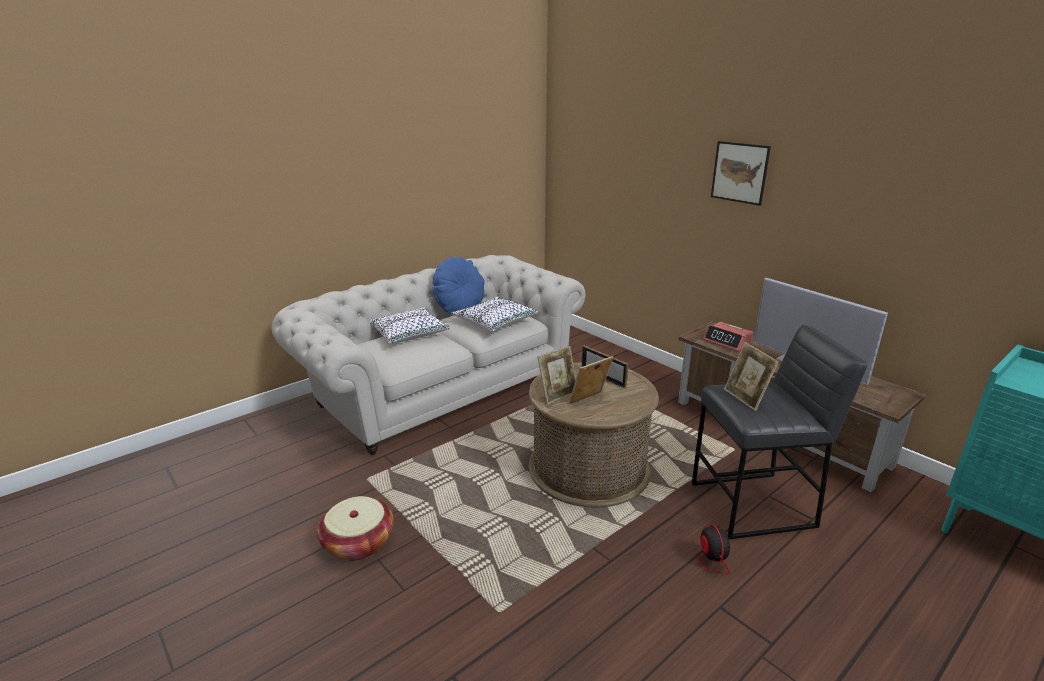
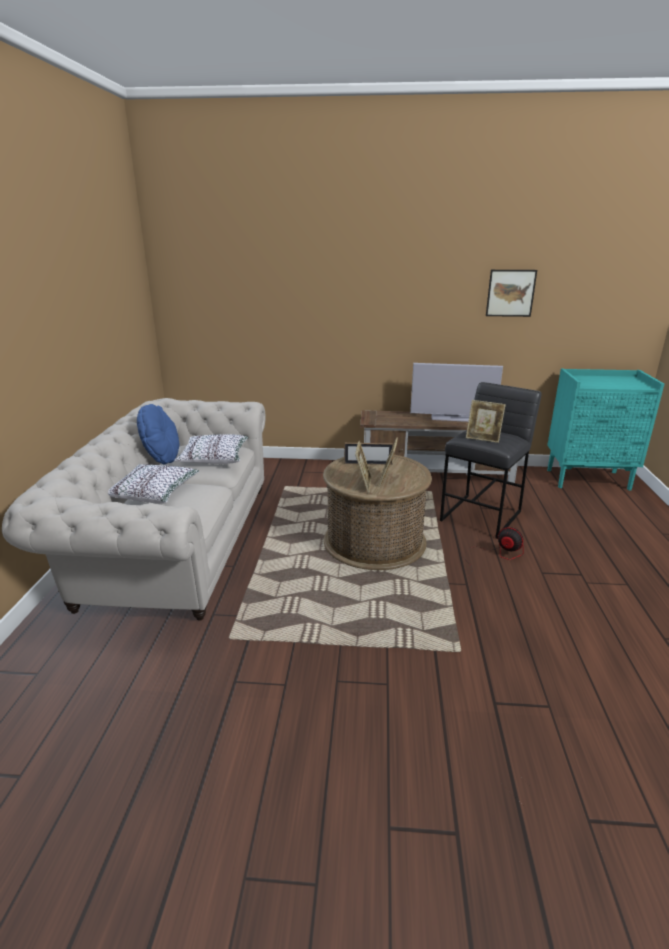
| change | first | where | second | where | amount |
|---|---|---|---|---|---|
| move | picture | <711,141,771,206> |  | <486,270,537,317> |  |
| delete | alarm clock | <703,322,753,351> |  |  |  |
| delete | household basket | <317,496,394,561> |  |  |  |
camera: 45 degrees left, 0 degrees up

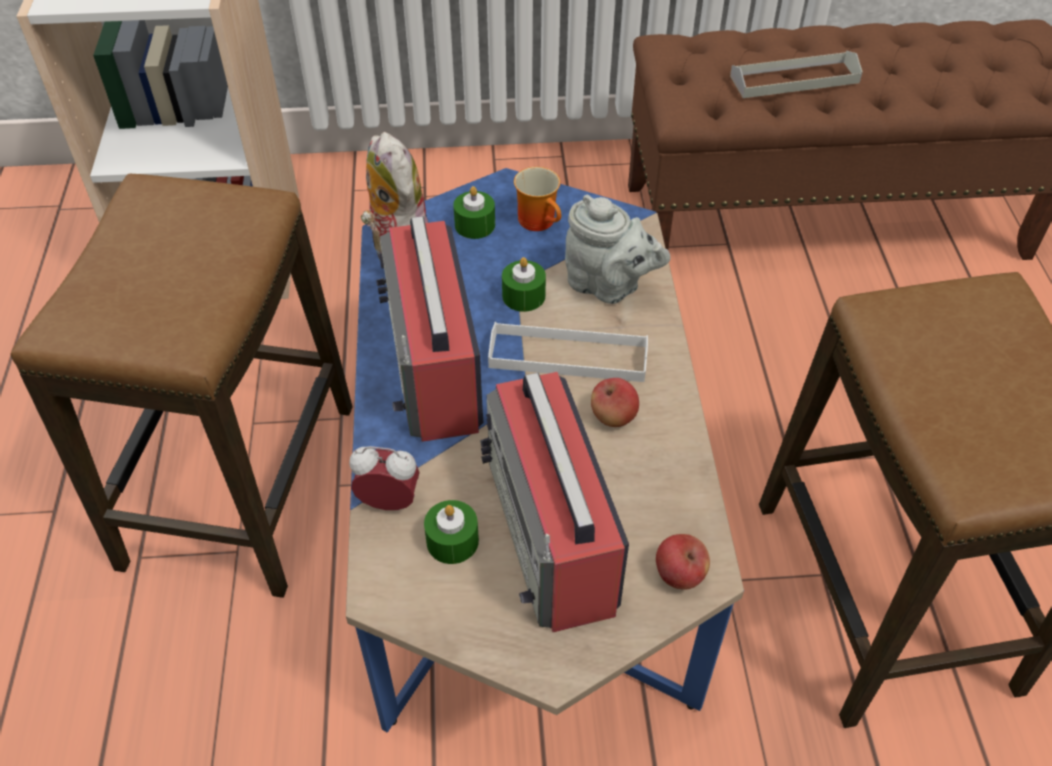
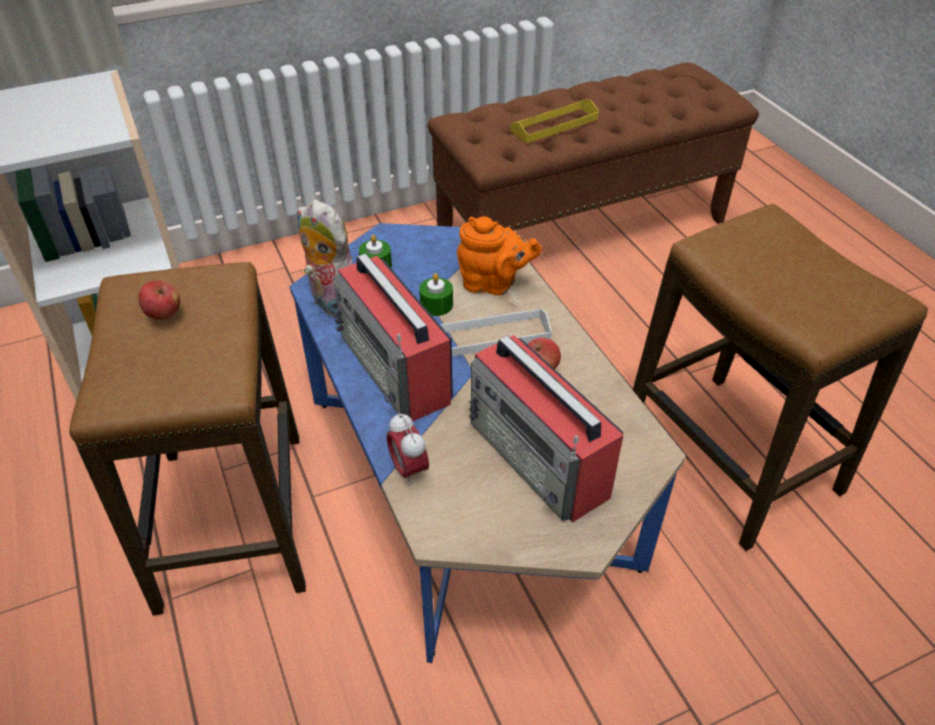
| change | first | where | second | where | amount |
|---|---|---|---|---|---|
| recolor | greyish tray | <730,51,862,98> | yellowish tray | <511,100,599,143> |  |
| delete | tea mug | <514,167,561,231> |  |  |  |
| recolor | greyish tea pot | <565,194,671,304> | orange tea pot | <457,216,542,295> |  |
| rotate | alarm clock | <349,446,420,510> |  | <387,413,429,486> | 105 degrees counterclockwise |
| delete | green-coloured wax light | <424,500,479,564> |  |  |  |
| move | apple fruit | <656,534,710,590> |  | <138,281,180,320> |  |
camera: 20 degrees left, 5 degrees down

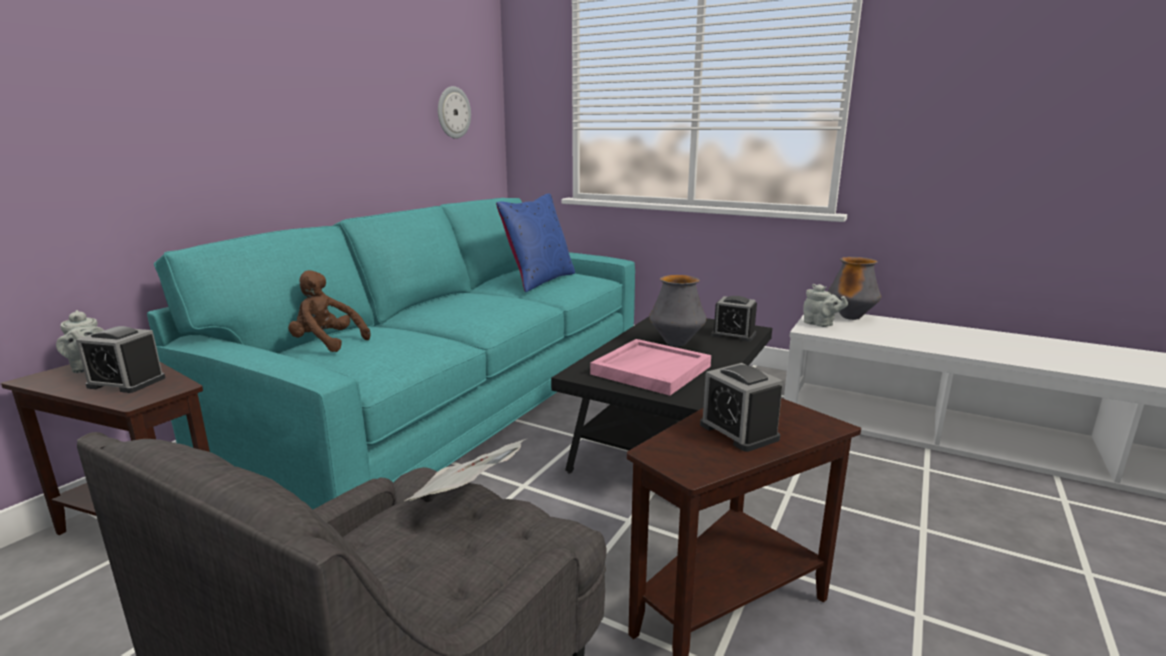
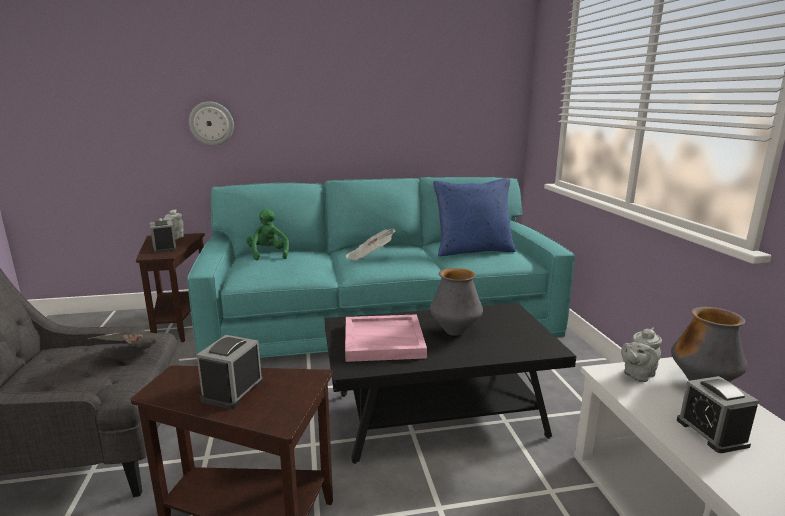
| change | first | where | second | where | amount |
|---|---|---|---|---|---|
| move | hanging clock | <438,86,471,139> |  | <189,101,234,146> |  |
| recolor | brown-coloured plush toy | <288,270,370,352> | green-coloured plush toy | <246,209,289,261> |  |
| rotate | greyish tea pot | <803,284,848,327> |  | <621,328,662,382> | 45 degrees clockwise |
| move | alarm clock | <711,296,757,342> |  | <677,376,759,453> |  |
| insert |  |  | newspaper | <345,229,396,261> |  |
camera: 50 degrees right, 0 degrees up

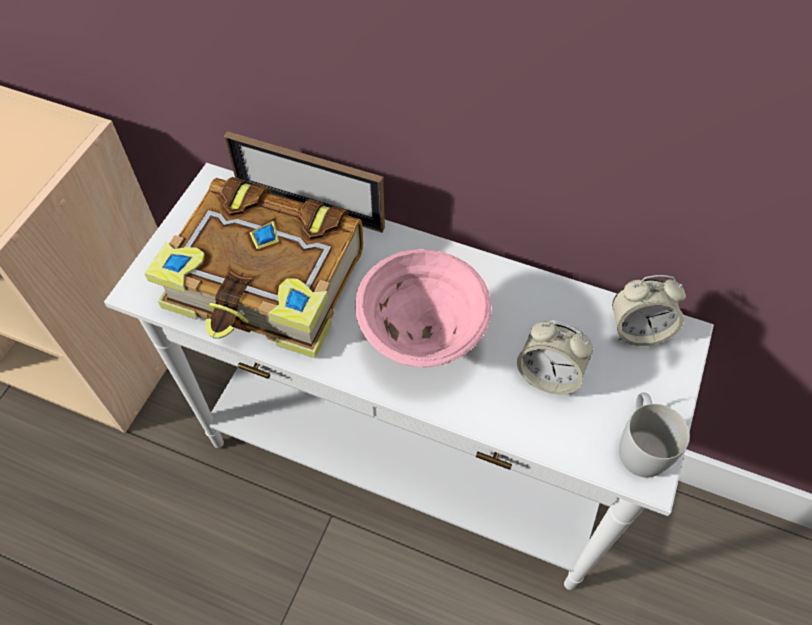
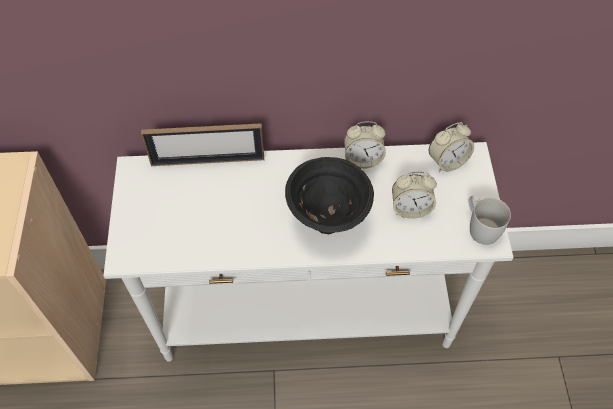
| change | first | where | second | where | amount |
|---|---|---|---|---|---|
| delete | book | <144,177,363,359> |  |  |  |
| recolor | pink-coloured serving bowl | <355,249,491,367> | blackish serving bowl | <285,157,374,234> |  |
| insert |  |  | alarm clock | <344,121,386,169> |  |
camera: 25 degrees left, 0 degrees up

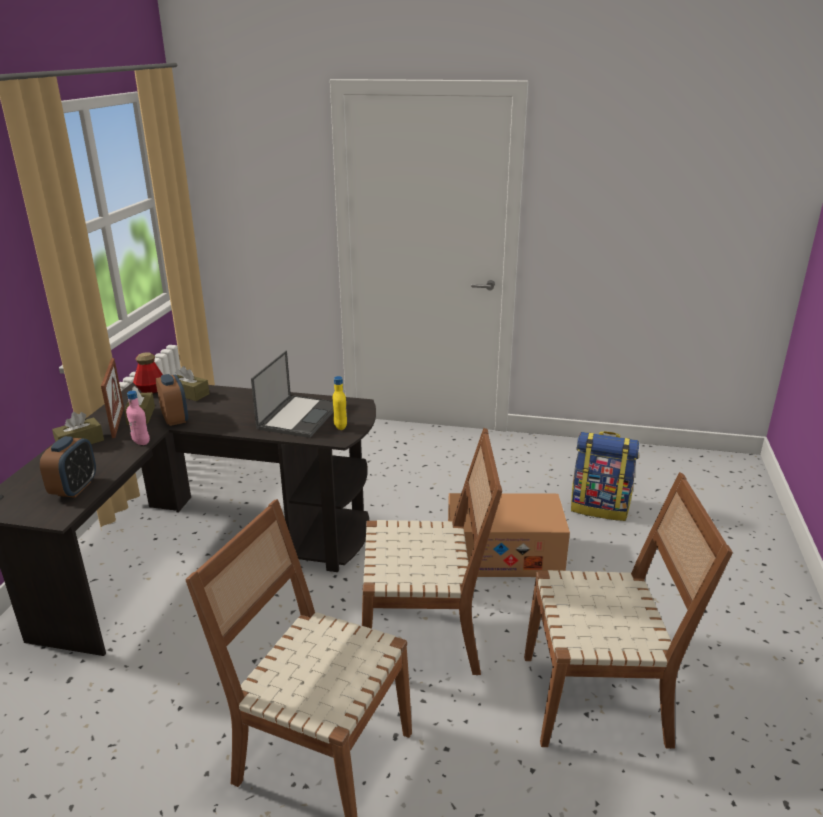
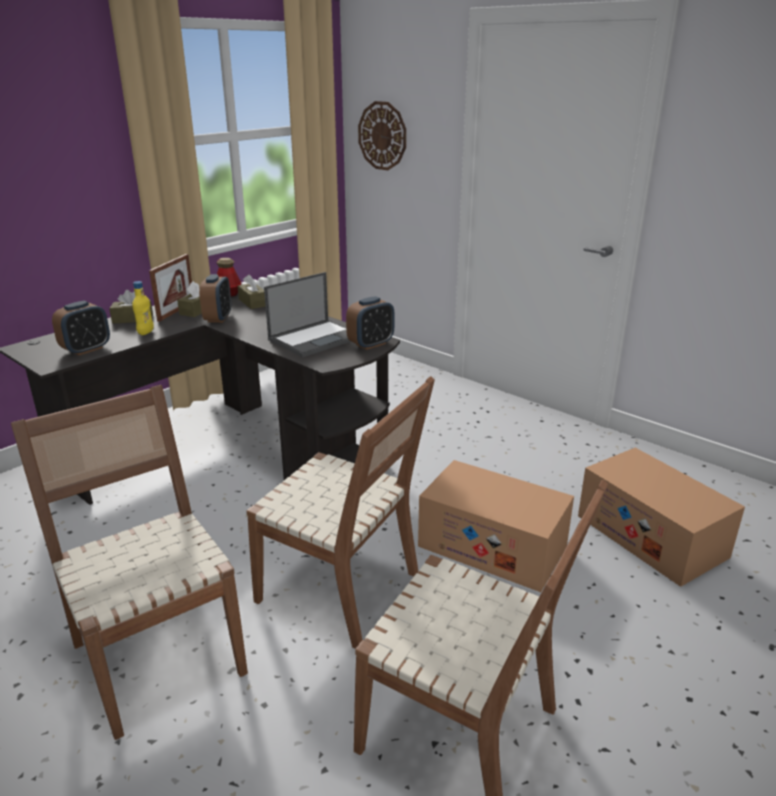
| change | first | where | second | where | amount |
|---|---|---|---|---|---|
| move | yellowish drink bottle | <333,376,347,430> |  | <132,281,154,335> |  |
| delete | pink-coloured drink bottle | <126,390,150,445> |  |  |  |
| replace | rucksack | <571,431,639,521> | packing box | <578,448,745,587> |  |
| insert |  |  | hanging clock | <358,101,406,170> |  |
| insert |  |  | alarm clock | <346,296,394,350> |  |
camera: 30 degrees right, 0 degrees up

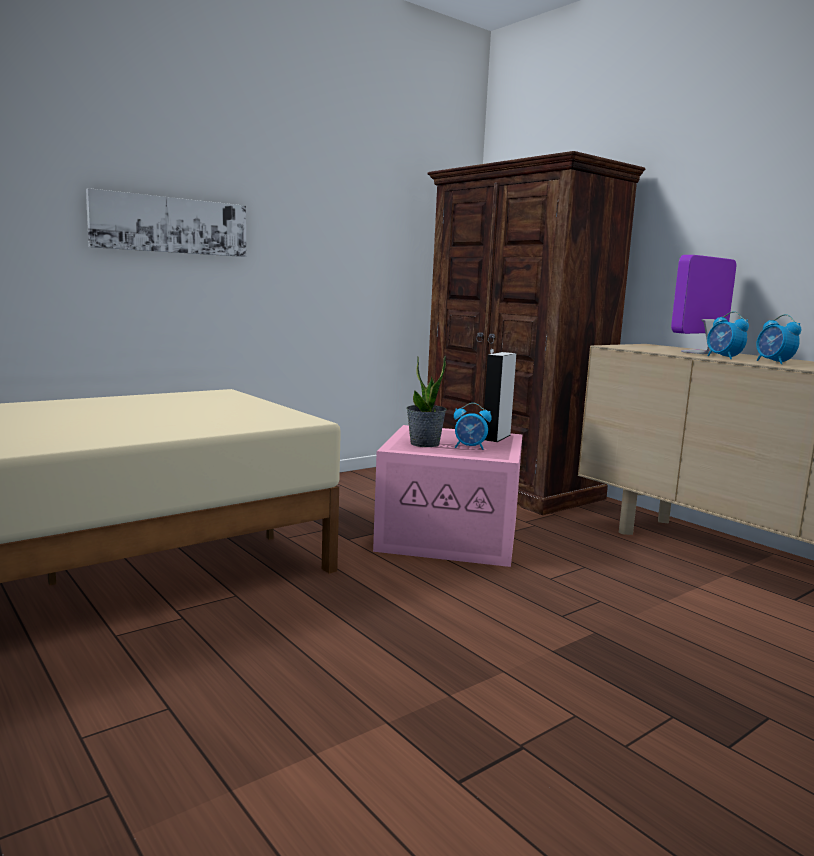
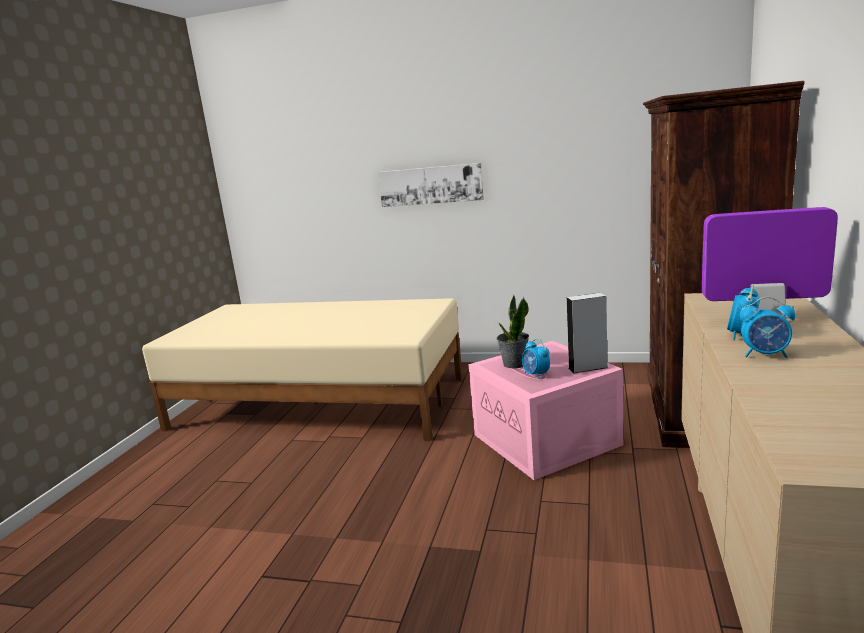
| change | first | where | second | where | amount |
|---|---|---|---|---|---|
| rotate | alarm clock | <756,314,801,364> |  | <740,297,796,358> | 105 degrees counterclockwise |
camera: 55 degrees right, 5 degrees up

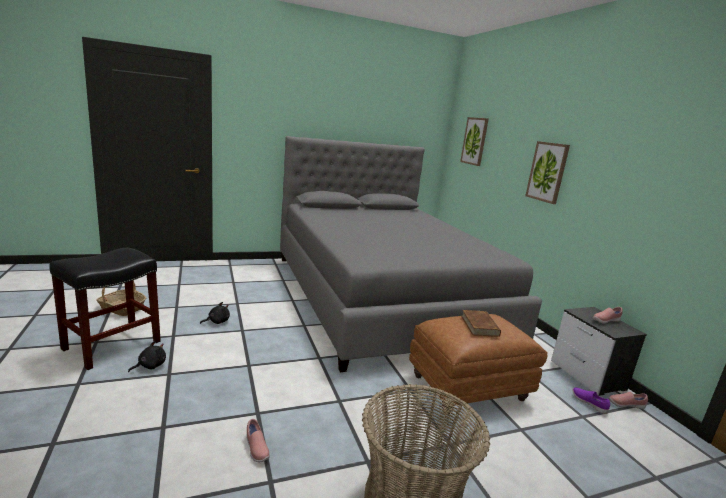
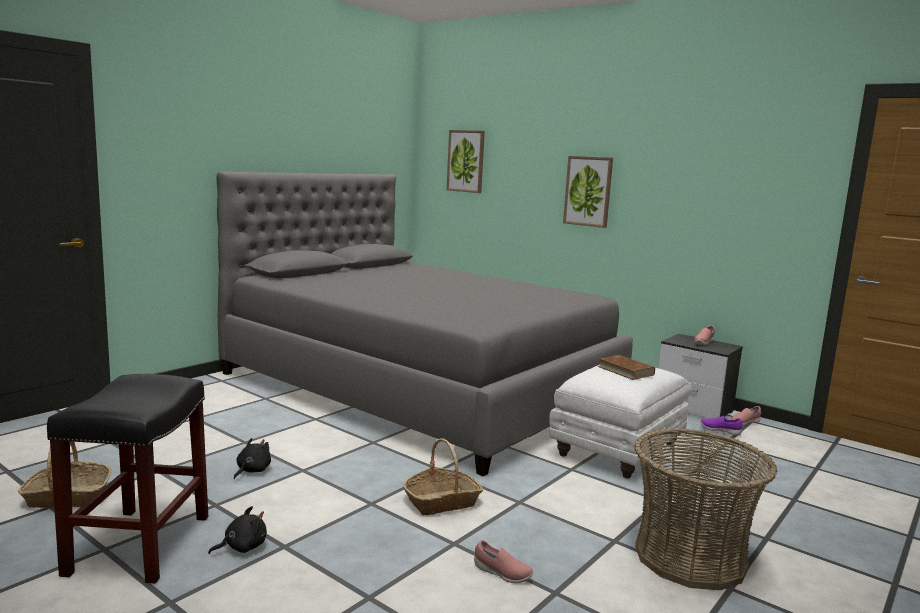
| change | first | where | second | where | amount |
|---|---|---|---|---|---|
| recolor | brown-coloured footrest | <409,314,548,414> | white footrest | <549,365,691,479> |  |
| rotate | blackish plush toy | <128,341,166,372> |  | <208,506,267,554> | 45 degrees clockwise |
| insert |  |  | household basket | <403,438,483,515> |  |
camera: 30 degrees left, 5 degrees down

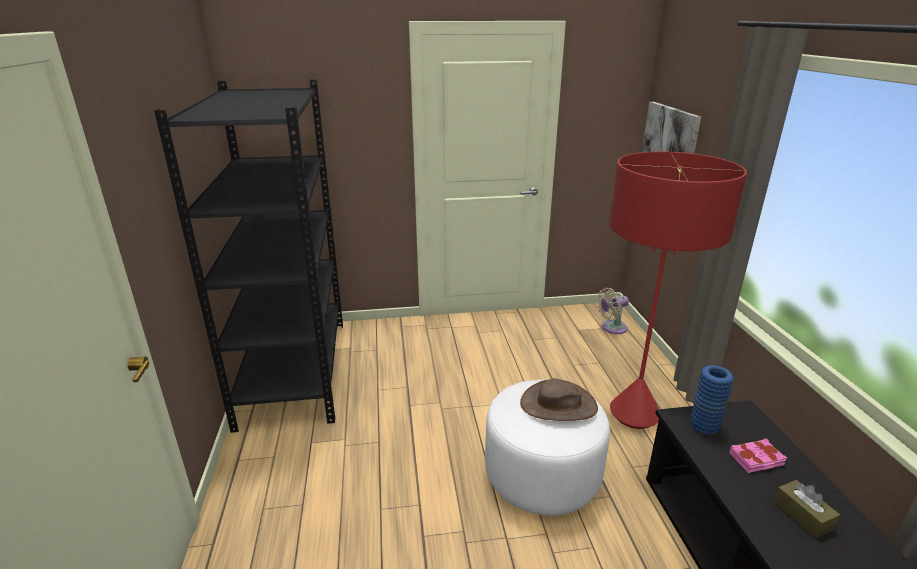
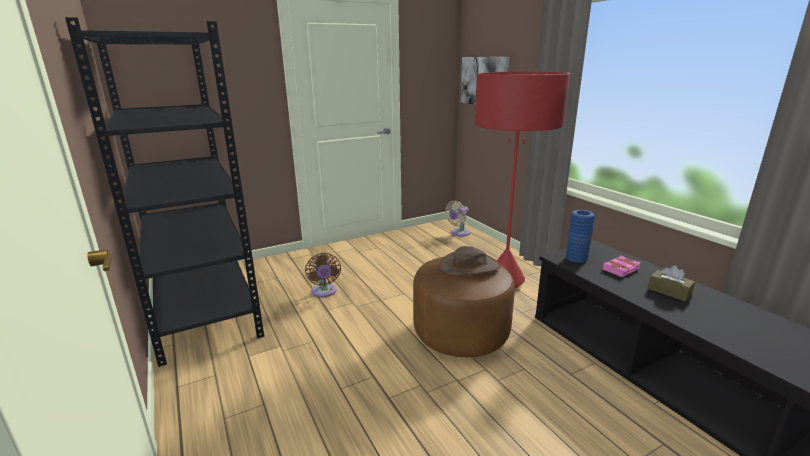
| change | first | where | second | where | amount |
|---|---|---|---|---|---|
| recolor | white footrest | <485,380,610,516> | brown-coloured footrest | <413,257,515,357> |  |
| insert |  |  | brown-coloured cooling fan | <305,253,341,297> |  |
camera: 20 degrees left, 5 degrees down

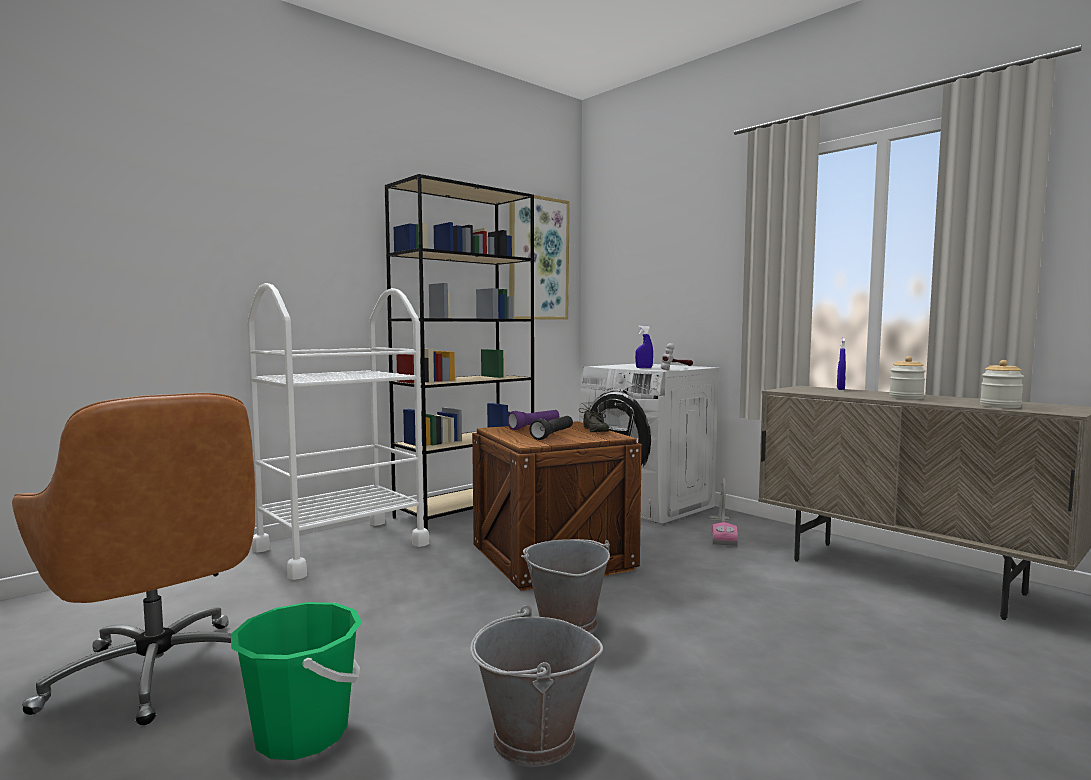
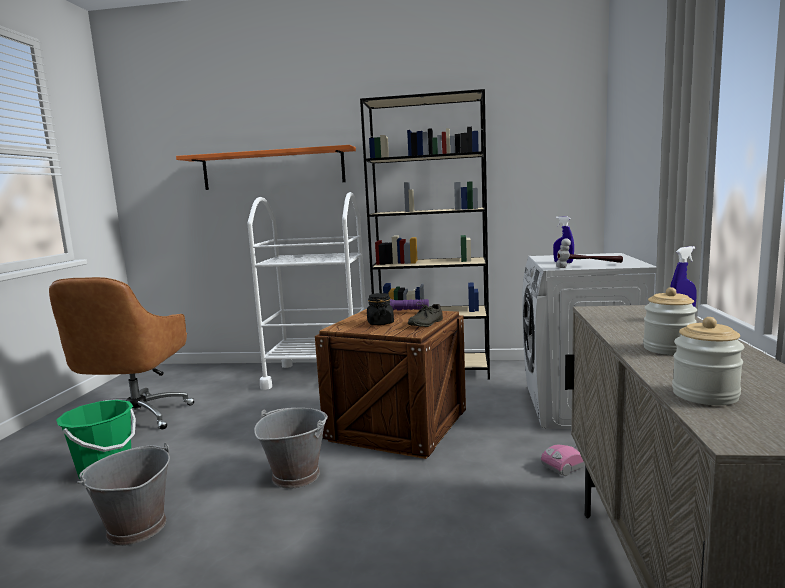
| change | first | where | second | where | amount |
|---|---|---|---|---|---|
| delete | picture | <509,195,570,320> |  |  |  |
| replace | blackish torch | <529,416,573,440> | blackish preserve jar | <367,293,394,325> |  |
| insert |  |  | orange wall shelf | <176,145,356,190> |  |
camera: 50 degrees right, 5 degrees up

